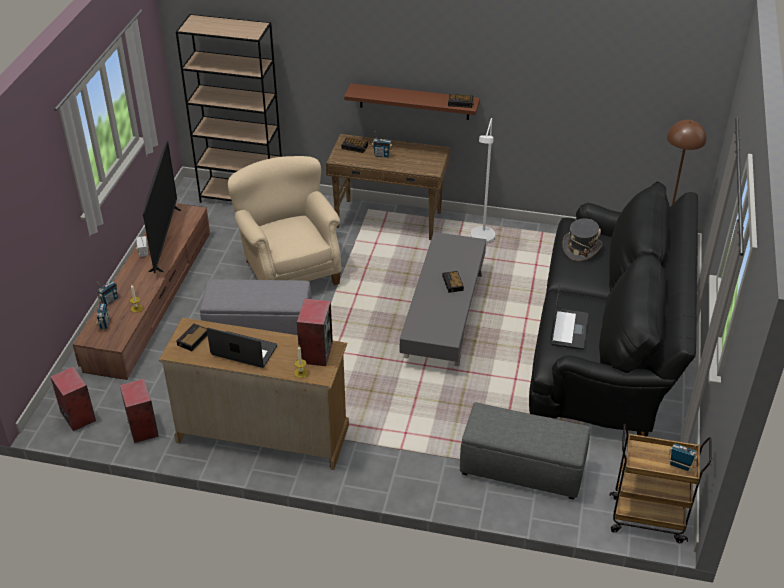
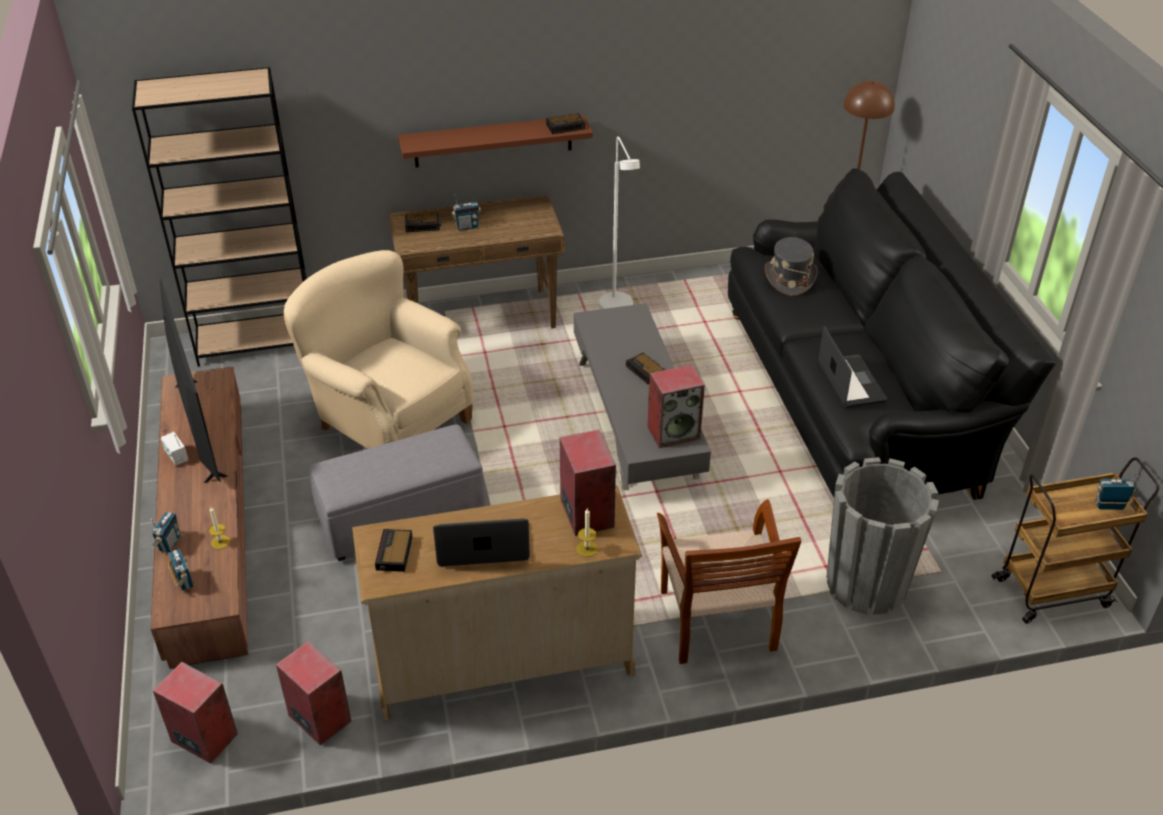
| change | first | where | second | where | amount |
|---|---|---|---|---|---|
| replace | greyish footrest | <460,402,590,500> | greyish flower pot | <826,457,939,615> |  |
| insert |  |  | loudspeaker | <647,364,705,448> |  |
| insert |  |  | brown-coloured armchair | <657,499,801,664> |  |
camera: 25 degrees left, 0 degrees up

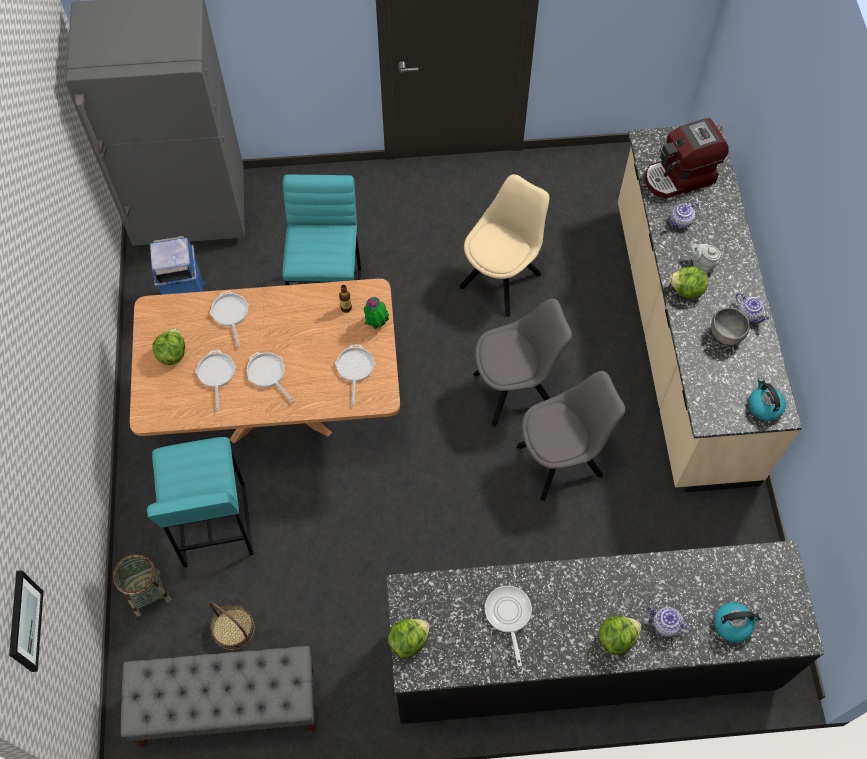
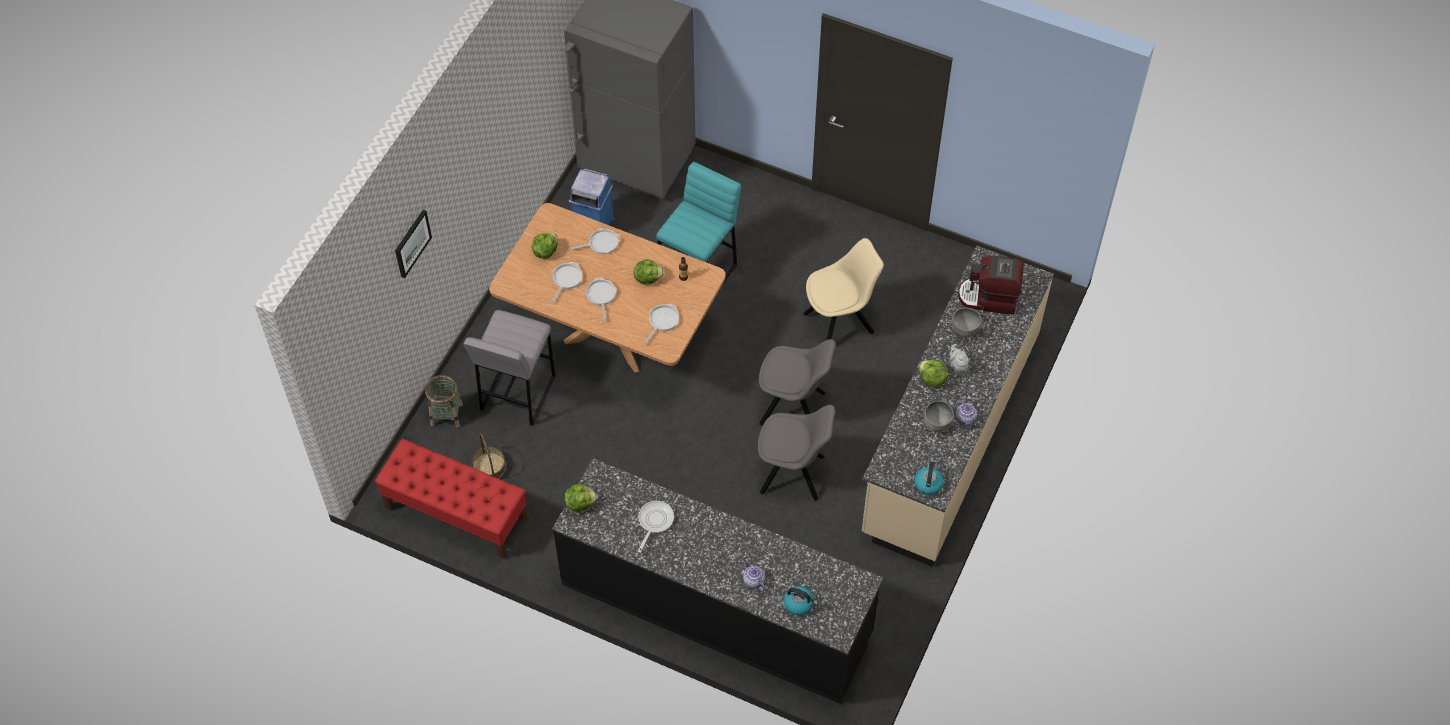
| change | first | where | second | where | amount |
|---|---|---|---|---|---|
| replace | tea pot | <669,202,699,228> | greyish serving bowl | <952,308,982,337> |  |
| rotate | skillet | <210,291,249,347> |  | <569,228,621,254> | 60 degrees clockwise |
| delete | houseplant | <364,297,389,329> |  |  |  |
| recolor | turquoise stool seat | <147,437,254,568> | greyish stool seat | <463,310,556,426> |  |
| move | picture | <9,570,44,672> |  | <395,210,432,278> |  |
| move | lettuce head | <599,616,641,655> |  | <634,259,664,284> |  |
| recolor | greyish long seat | <121,646,316,747> | reddish long seat | <375,439,528,559> |  |
camera: 30 degrees right, 5 degrees down

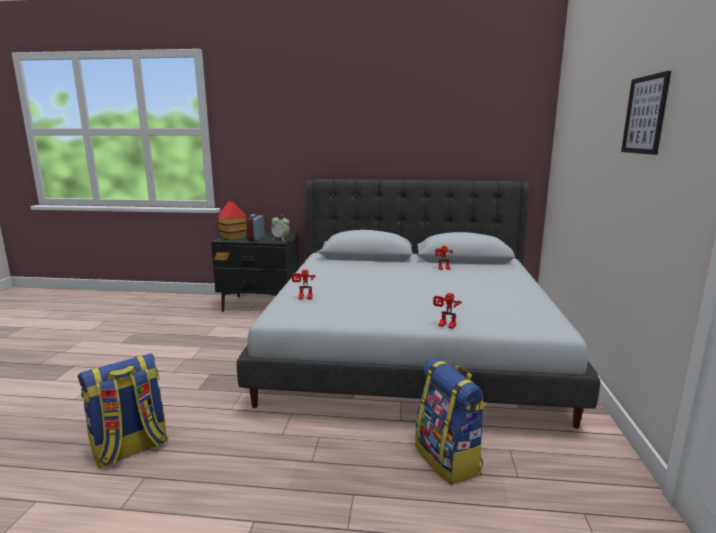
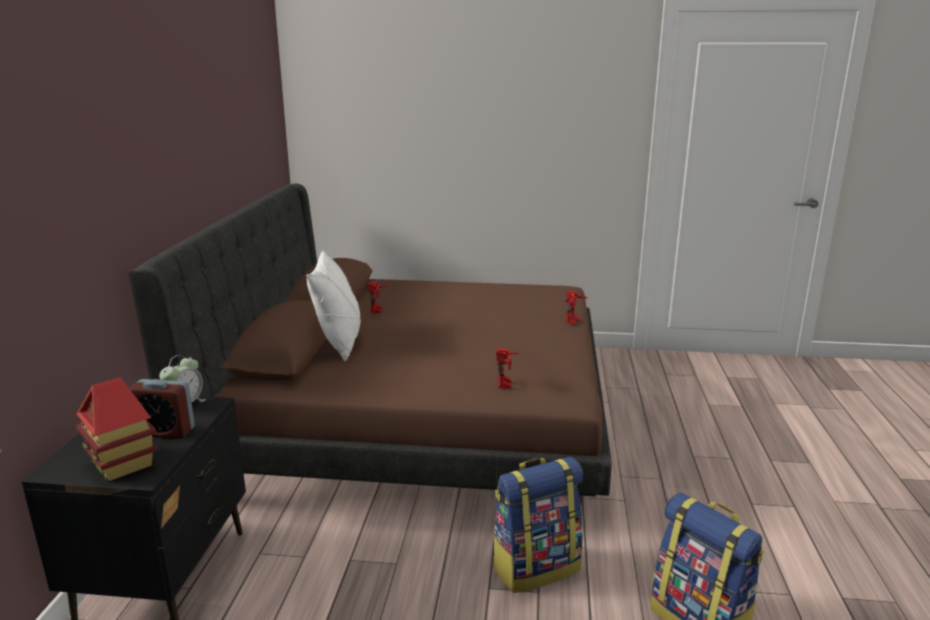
| change | first | where | second | where | amount |
|---|---|---|---|---|---|
| delete | picture | <621,71,671,155> |  |  |  |
| recolor | greyish bedroom bed | <237,179,600,429> | brown-coloured bedroom bed | <129,183,612,505> |  |
| move | rucksack | <415,358,486,485> |  | <492,457,583,593> |  |
| insert |  |  | white pillow | <306,250,361,361> |  |
camera: 90 degrees left, 5 degrees up

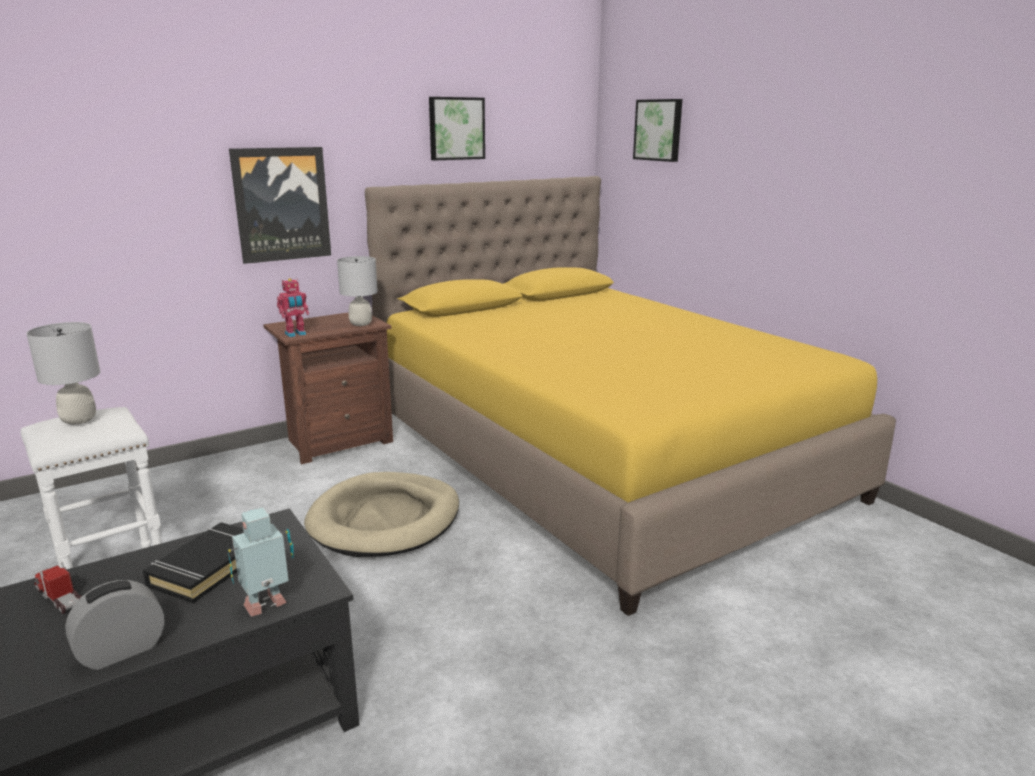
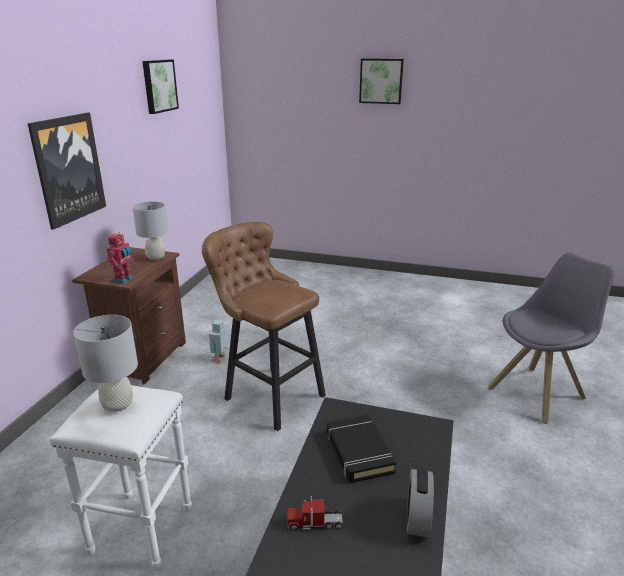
| change | first | where | second | where | amount |
|---|---|---|---|---|---|
| move | picture | <633,99,682,162> |  | <359,58,404,104> |  |
| delete | yellowish bedroom bed | <365,176,896,616> |  |  |  |
| replace | beige dog cushion | <304,472,459,557> | brown-coloured stool seat | <202,222,326,431> |  |
| move | toy robot | <227,507,294,617> |  | <209,320,227,363> |  |
| insert |  |  | greyish upright chair | <488,253,615,424> |  |
camera: 40 degrees left, 5 degrees up

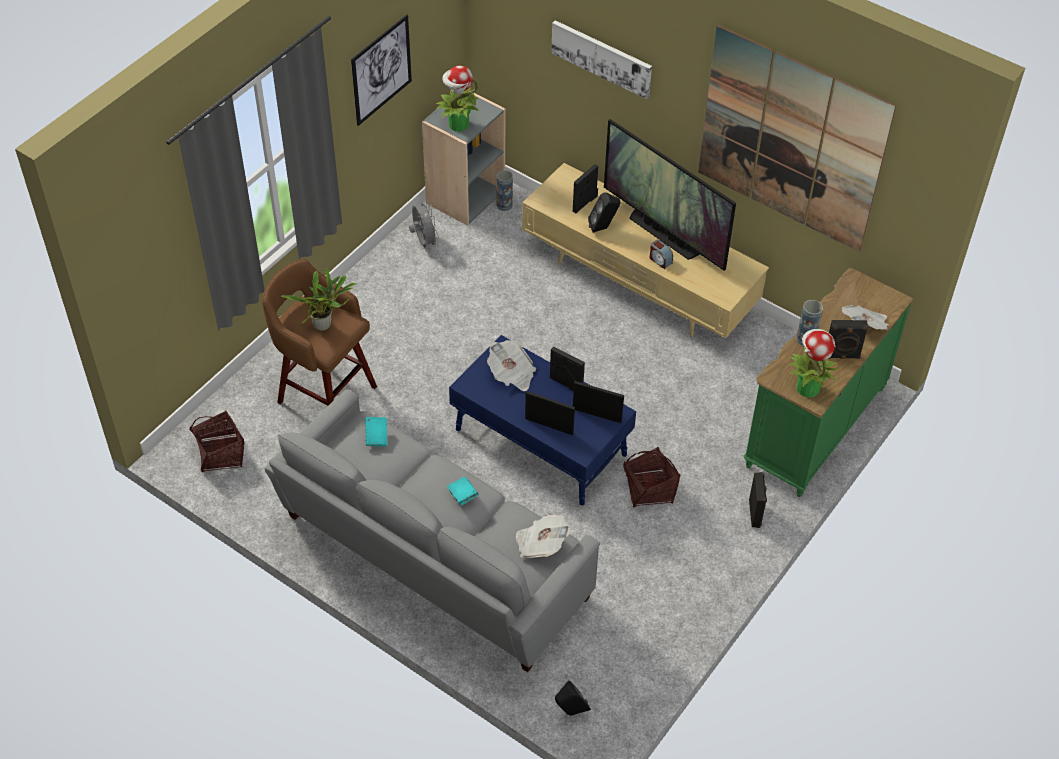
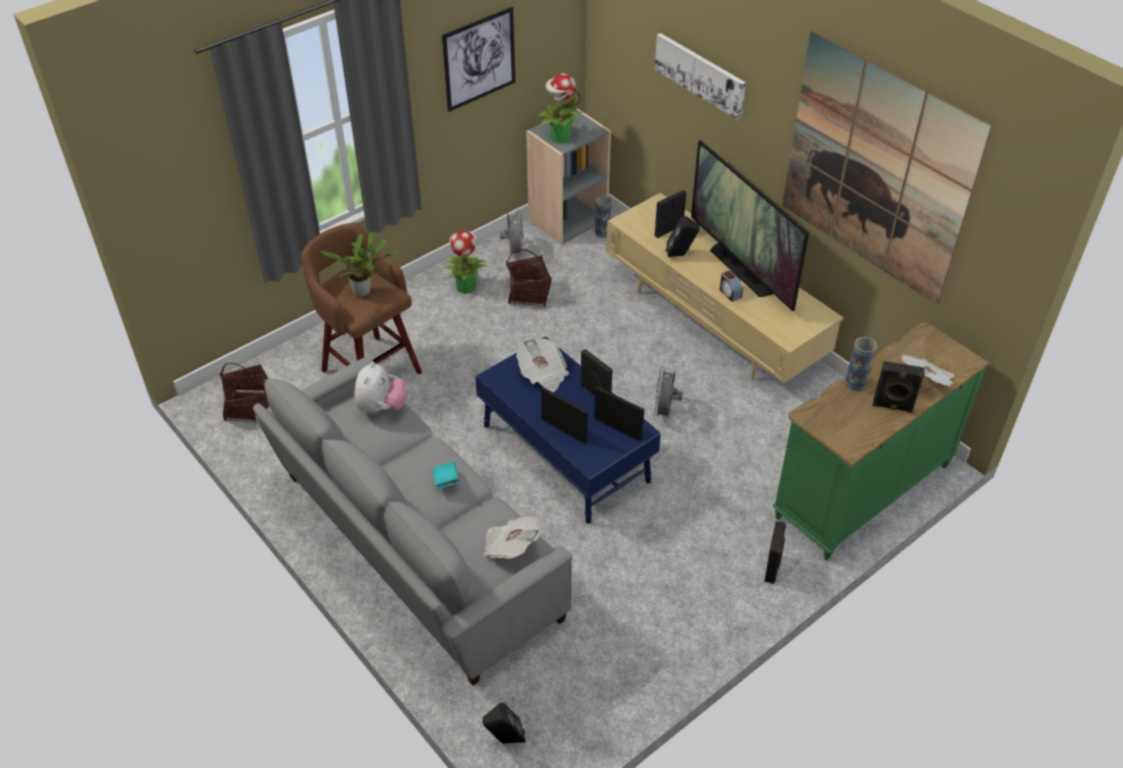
| change | first | where | second | where | amount |
|---|---|---|---|---|---|
| move | houseplant | <789,329,840,398> |  | <444,230,486,294> |  |
| replace | turquoise book | <365,417,387,446> | plush toy | <354,362,407,414> |  |
| move | household basket | <623,447,680,507> |  | <506,249,552,307> |  |
| insert |  |  | greyish cooling fan | <653,367,683,420> |  |
camera: 15 degrees right, 5 degrees down

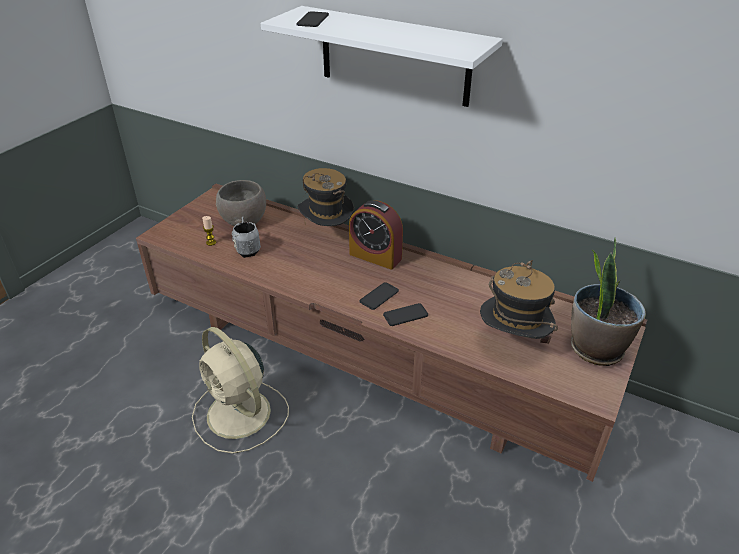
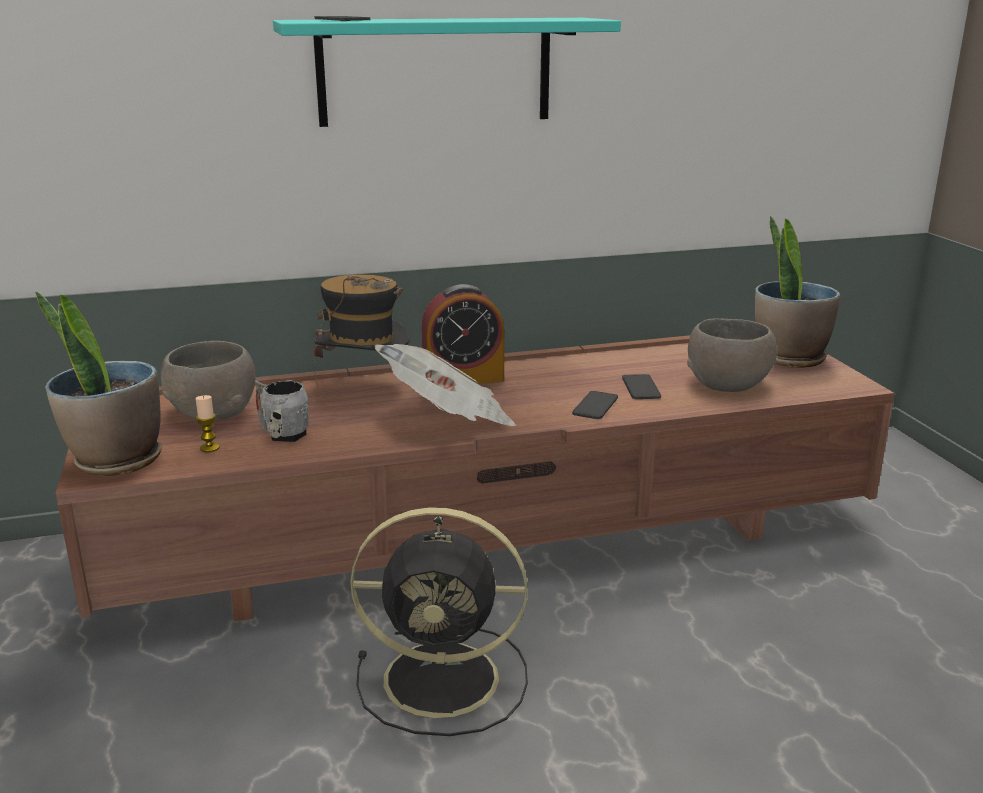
| change | first | where | second | where | amount |
|---|---|---|---|---|---|
| recolor | white wall shelf | <261,6,503,107> | turquoise wall shelf | <273,18,621,127> |  |
| replace | wearable hat | <480,260,558,344> | greyish serving bowl | <687,318,777,392> |  |
| move | phone | <360,282,399,310> |  | <622,374,661,399> |  |
| recolor | beige cooling fan | <192,327,289,454> | blackish cooling fan | <350,507,528,736> |  |
| insert |  |  | houseplant | <35,291,162,476> |  |
| insert |  |  | newspaper | <374,344,516,426> |  |
camera: 45 degrees left, 15 degrees down

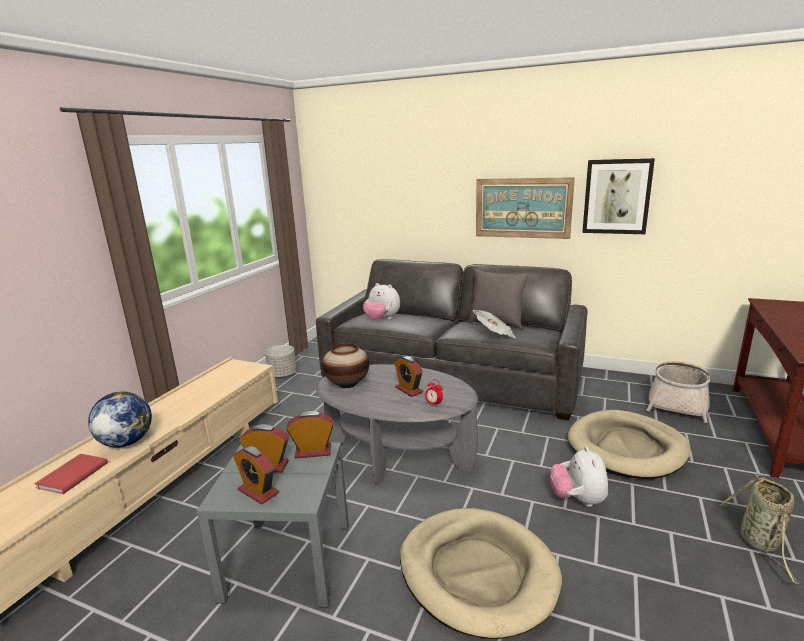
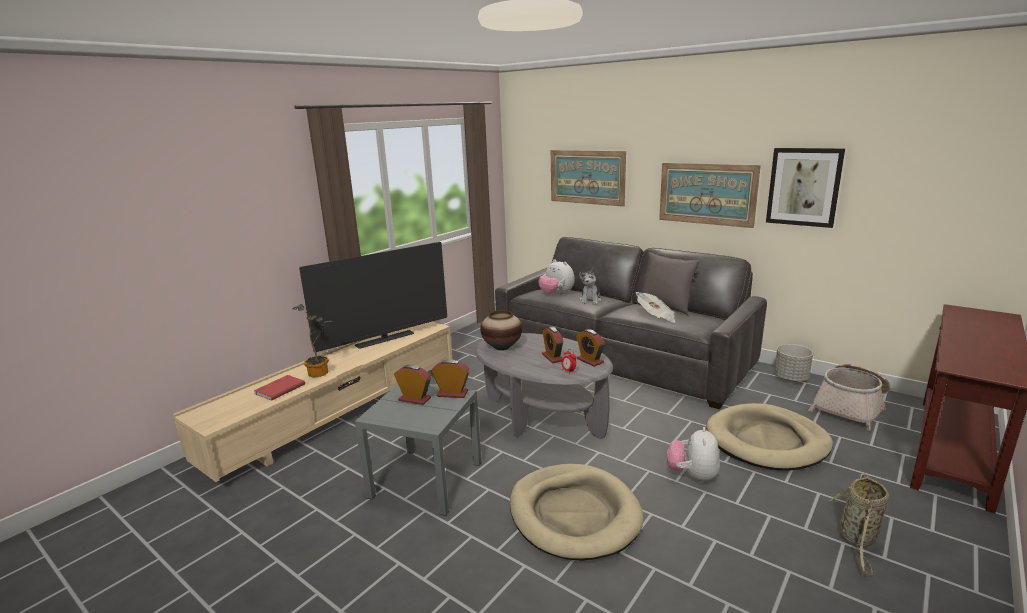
| change | first | where | second | where | amount |
|---|---|---|---|---|---|
| move | greyish flower pot | <265,345,296,378> |  | <774,344,813,381> |  |
| replace | world globe | <88,391,152,447> | houseplant | <292,304,332,377> |  |
| move | alarm clock | <233,446,279,504> |  | <576,329,605,367> |  |
| insert |  |  | picture | <551,150,626,207> |  |
| insert |  |  | television | <299,242,447,352> |  |
| insert |  |  | plush toy | <579,268,602,305> |  |
camera: 15 degrees right, 0 degrees up

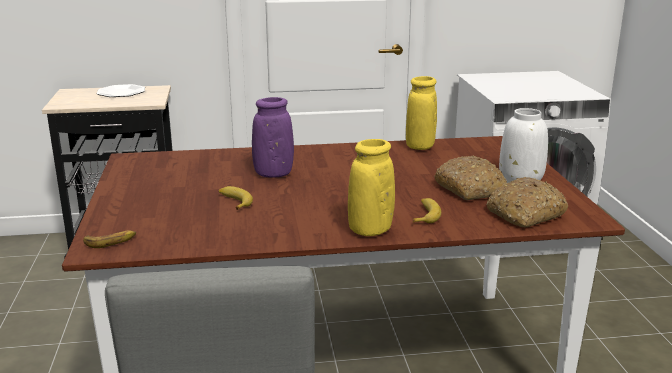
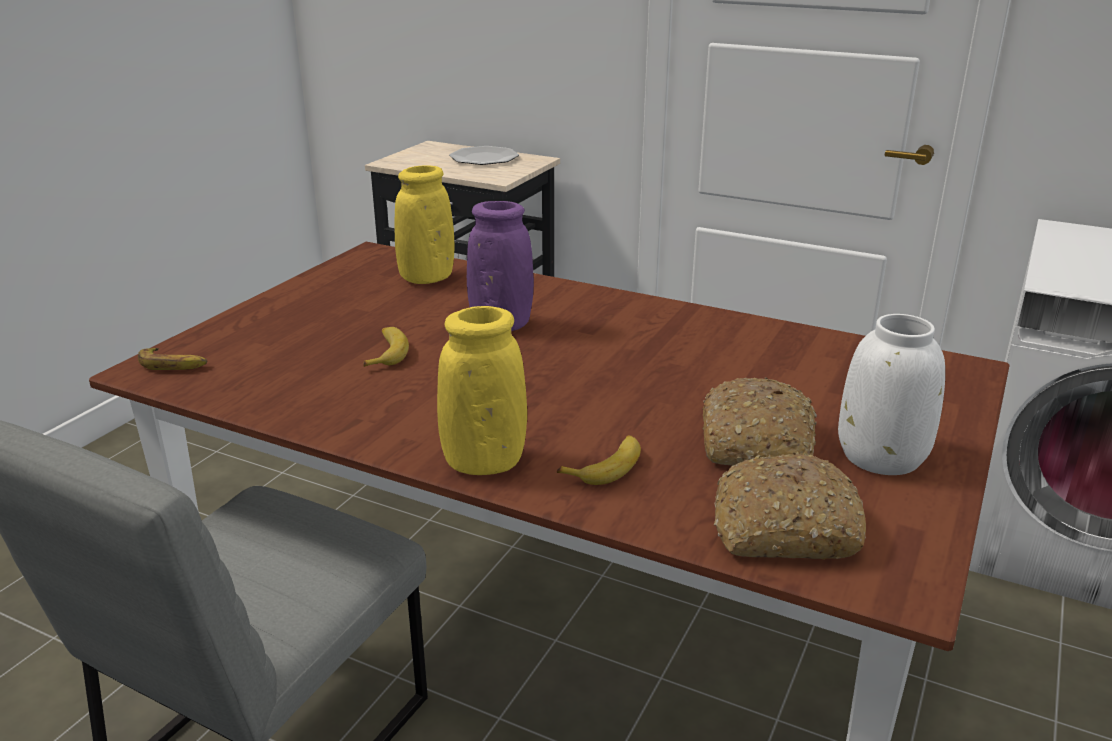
| change | first | where | second | where | amount |
|---|---|---|---|---|---|
| move | yellowish flower vase | <406,76,437,150> |  | <395,166,454,284> |  |
camera: 35 degrees right, 5 degrees up

